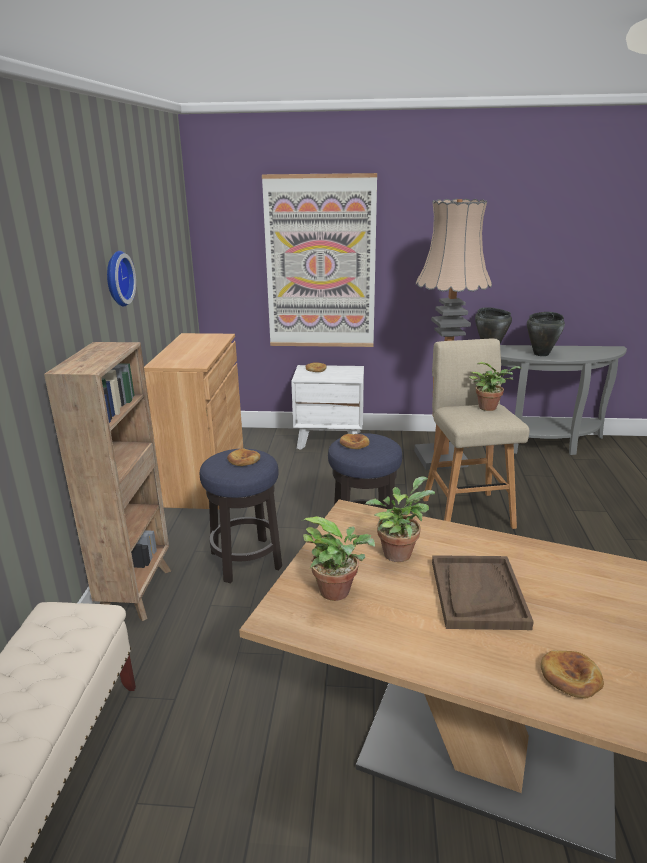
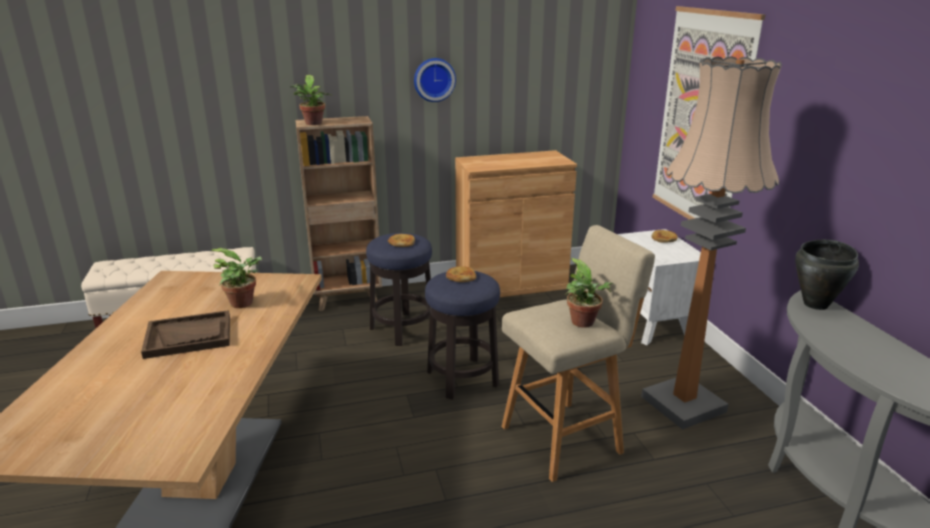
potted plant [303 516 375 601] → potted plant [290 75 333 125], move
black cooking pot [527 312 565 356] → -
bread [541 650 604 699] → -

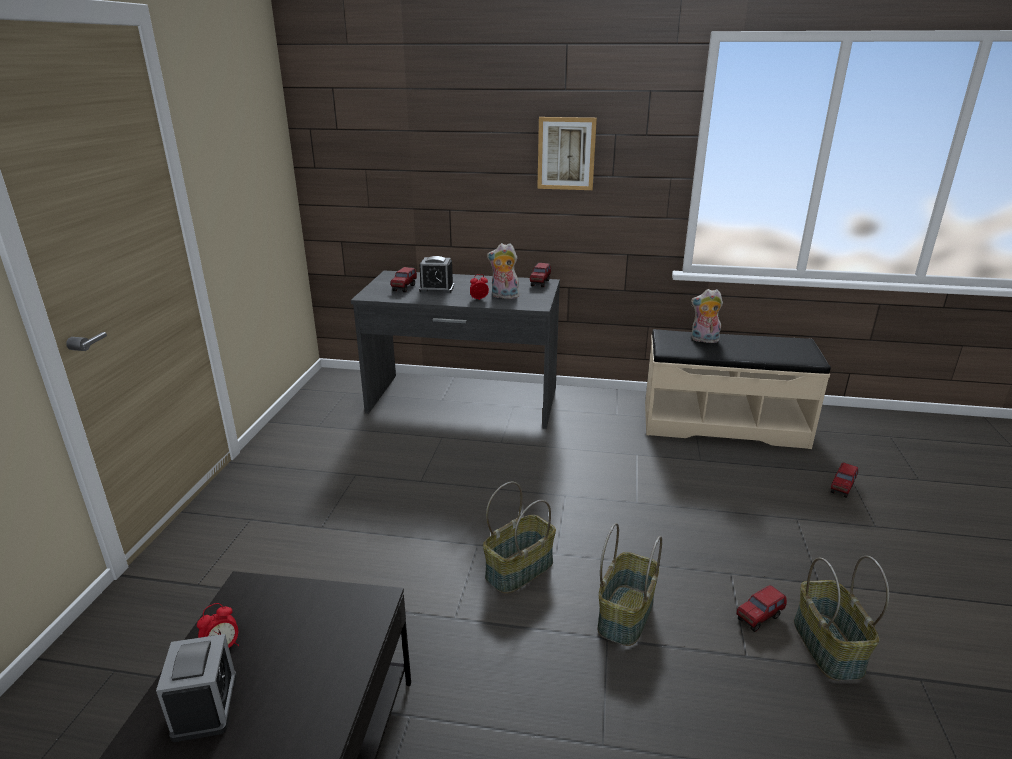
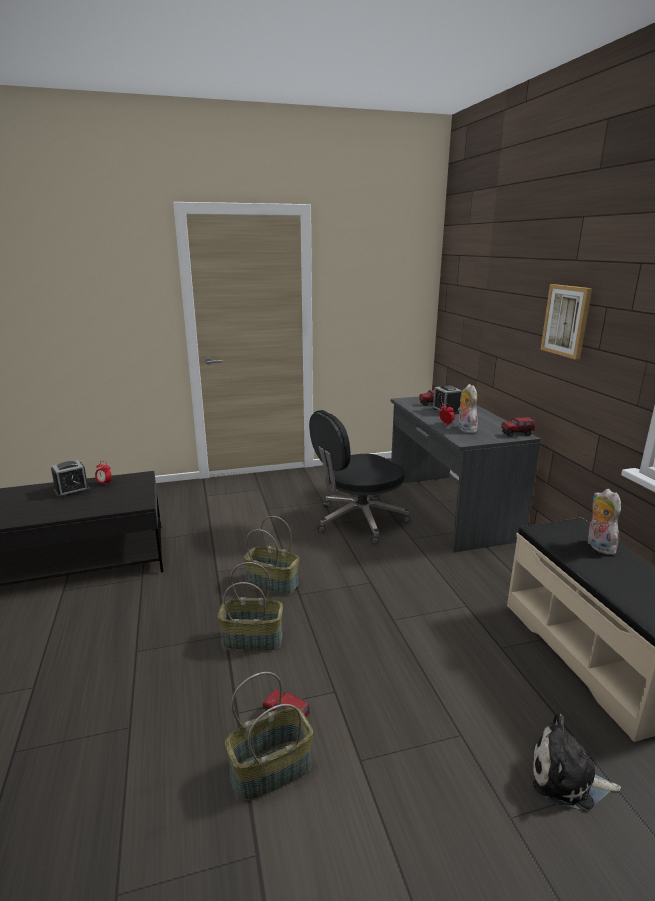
toy truck [831 462 858 498] → plush toy [533 714 621 810]
- → black office chair [309 410 410 544]

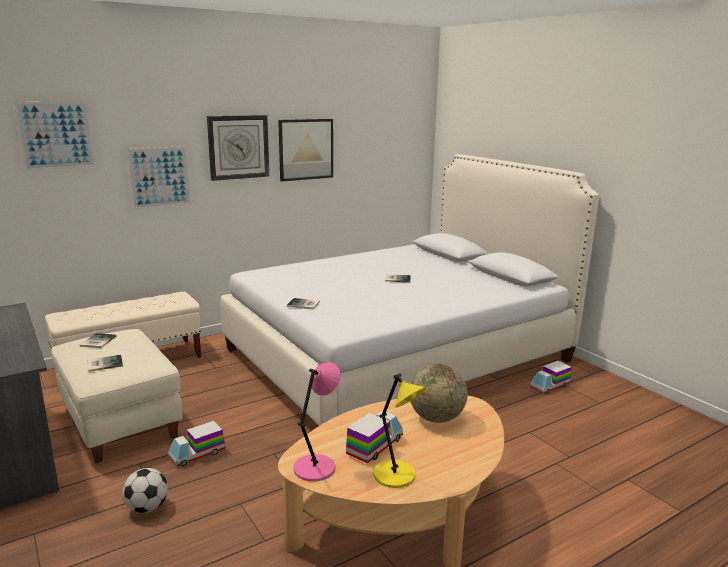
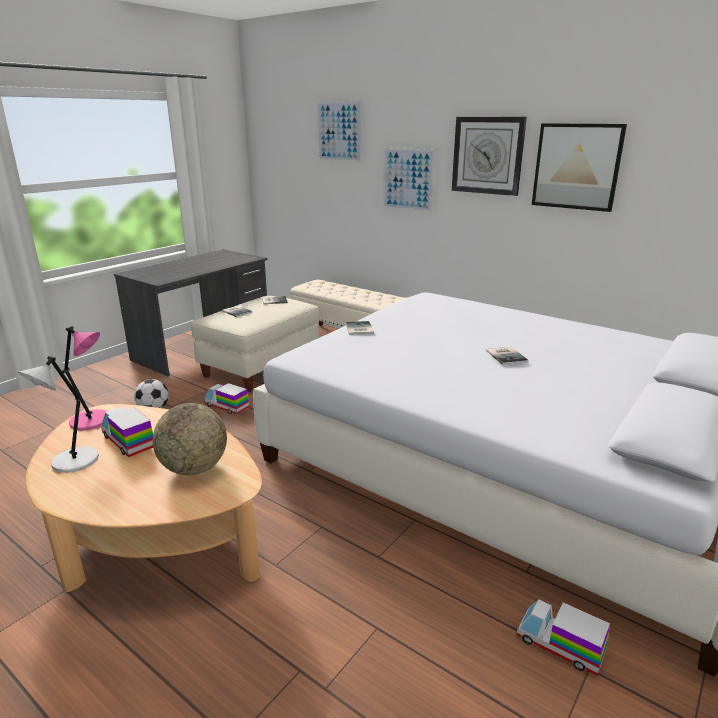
toy truck [346 411 403 463] → toy truck [101 406 153 457], 150 degrees counterclockwise
yellow table lamp [373 373 426 488] → grey table lamp [18 356 99 473]

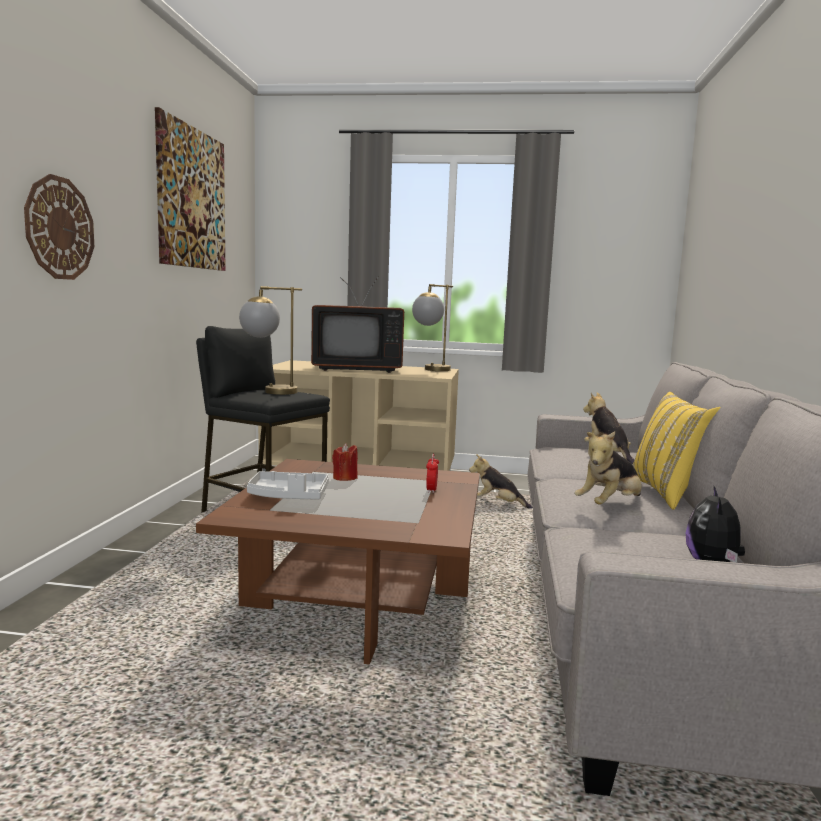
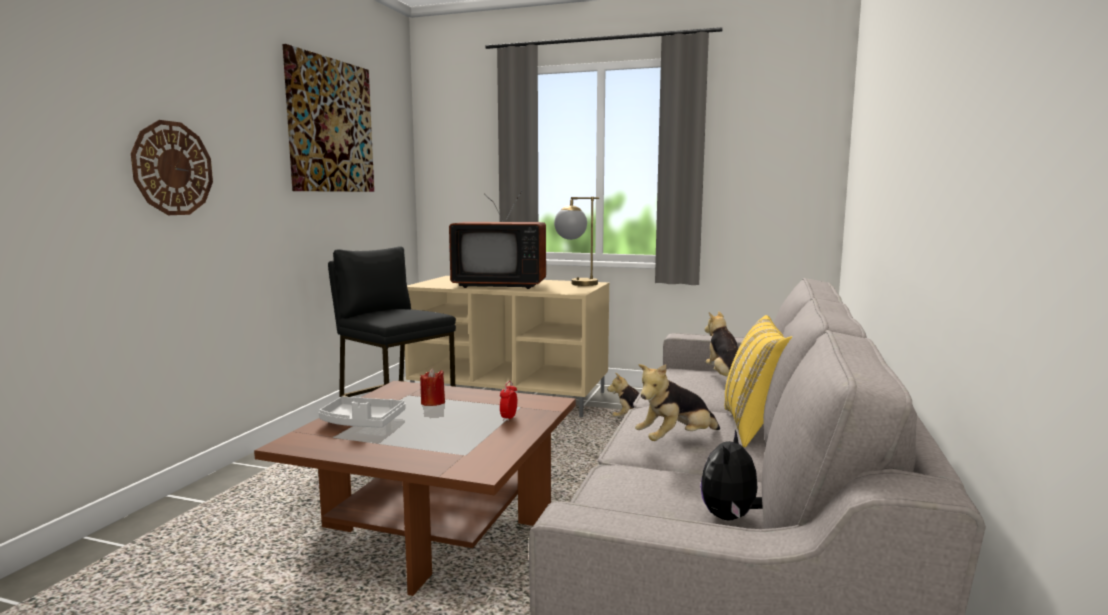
table lamp [239 286 302 395] → -

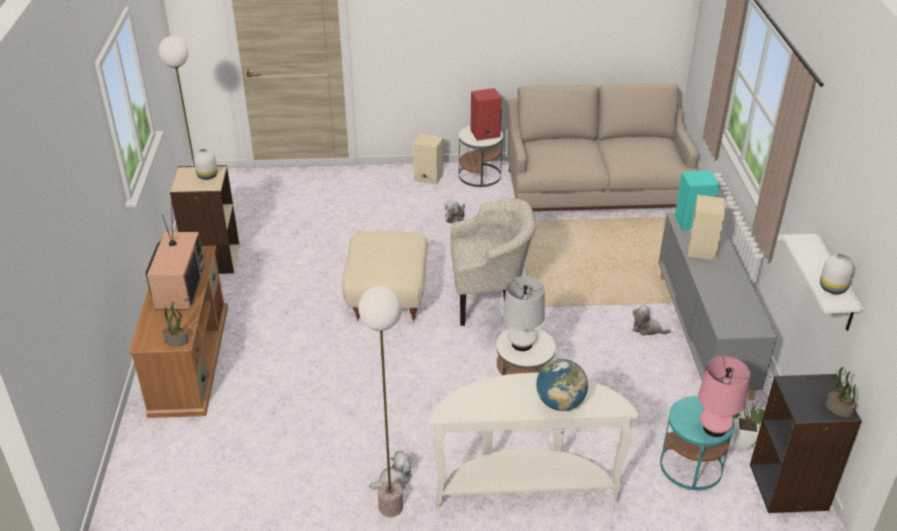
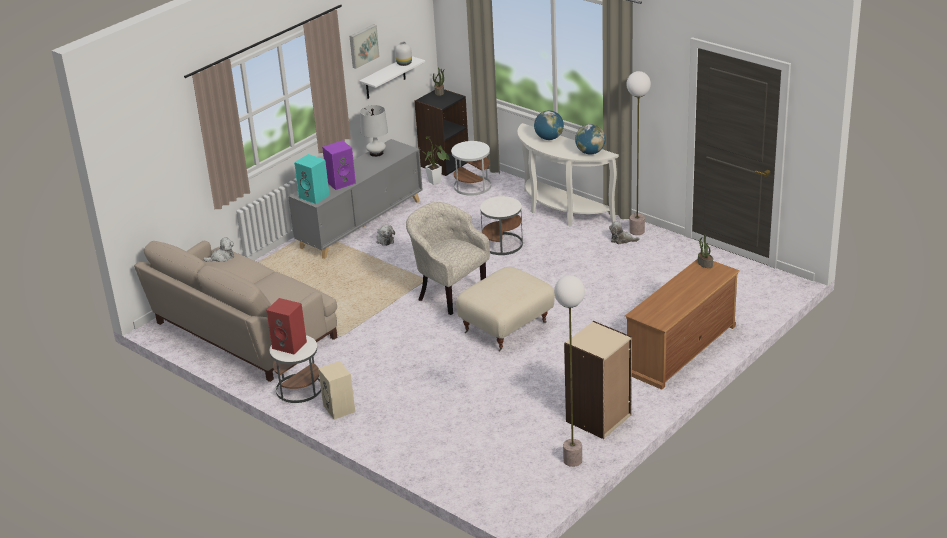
television [145 200 205 310] → -
white vase [194 148 218 180] → -
plush toy [444 201 465 224] → plush toy [203 237 234 262], move
white table lamp [503 276 545 351] → white table lamp [360 105 388 157], move
turquoise side table [660 396 735 490] → white side table [451 141 491 196]
beige speaker [688 195 725 260] → purple speaker [322 140 356 190]
pink table lamp [698 356 750 437] → -
- → picture [350 24 380 69]
- → globe [575 124 606 154]

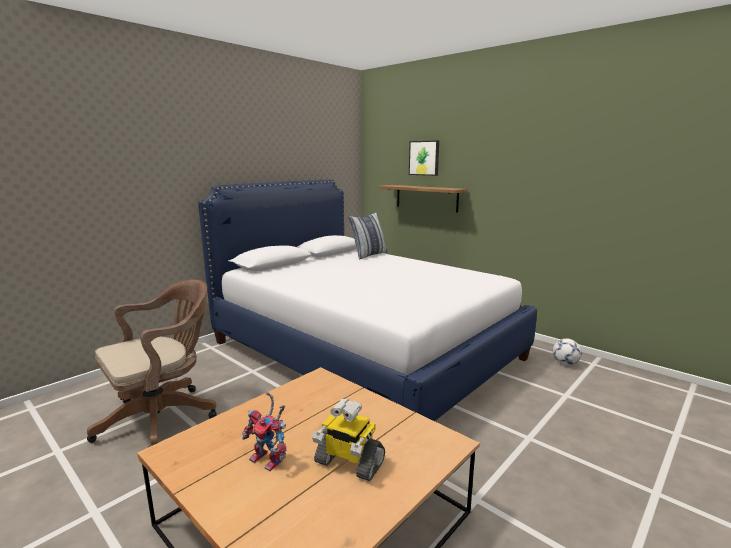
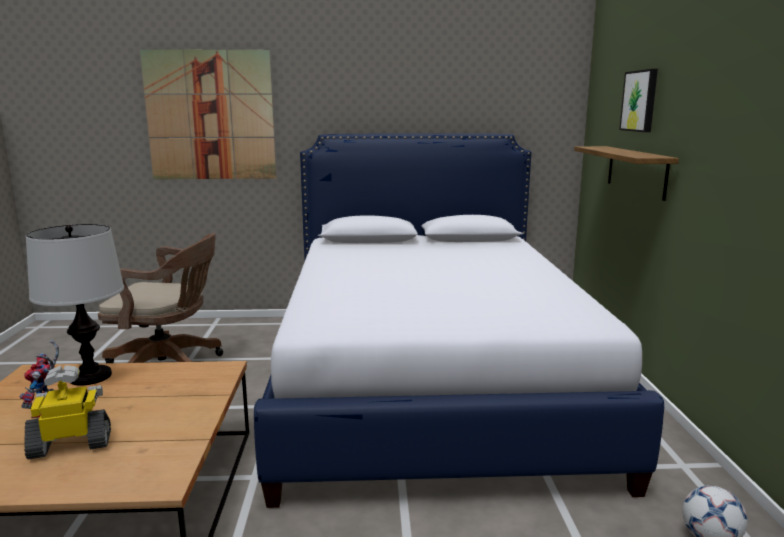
toy robot [312 398 385 481] → toy robot [24 365 111 459], 90 degrees clockwise
pillow [348 212 388 259] → -
- → table lamp [26 224 124 386]
- → picture [140 49 276 179]

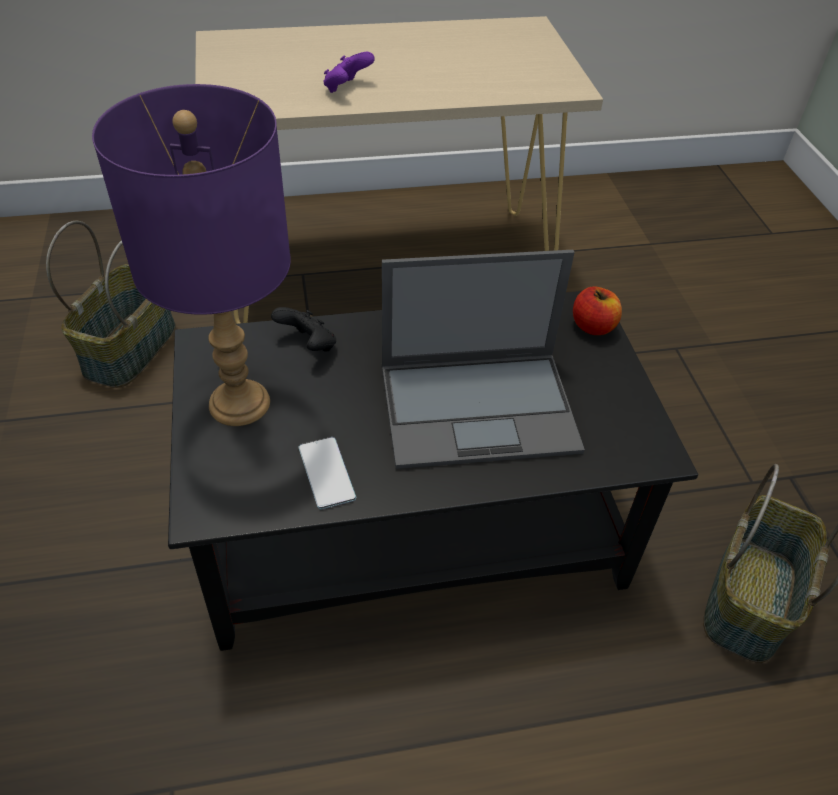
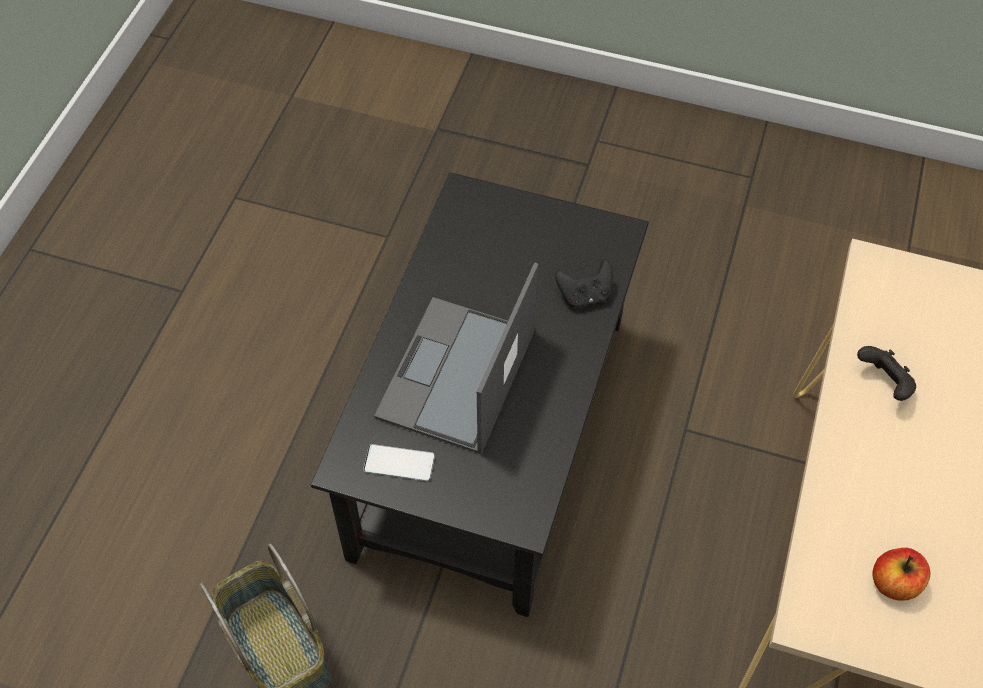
basket [46 221 176 388] → -
purple table lamp [92 84 291 426] → -
phone [299 437 356 510] → phone [363 444 435 481], move
purple game controller [324 52 375 93] → black game controller [857 346 916 401]
apple [573 286 622 335] → apple [872 548 931 601], move

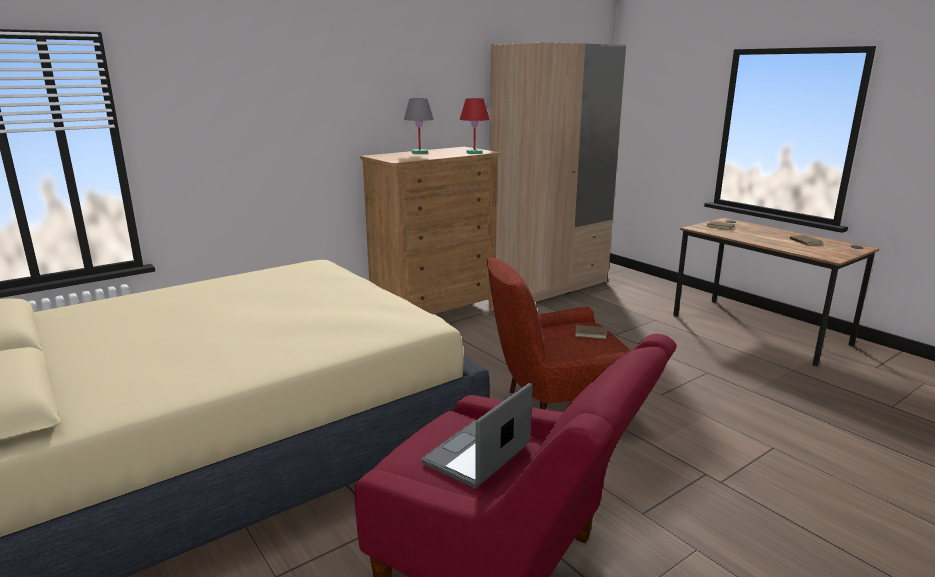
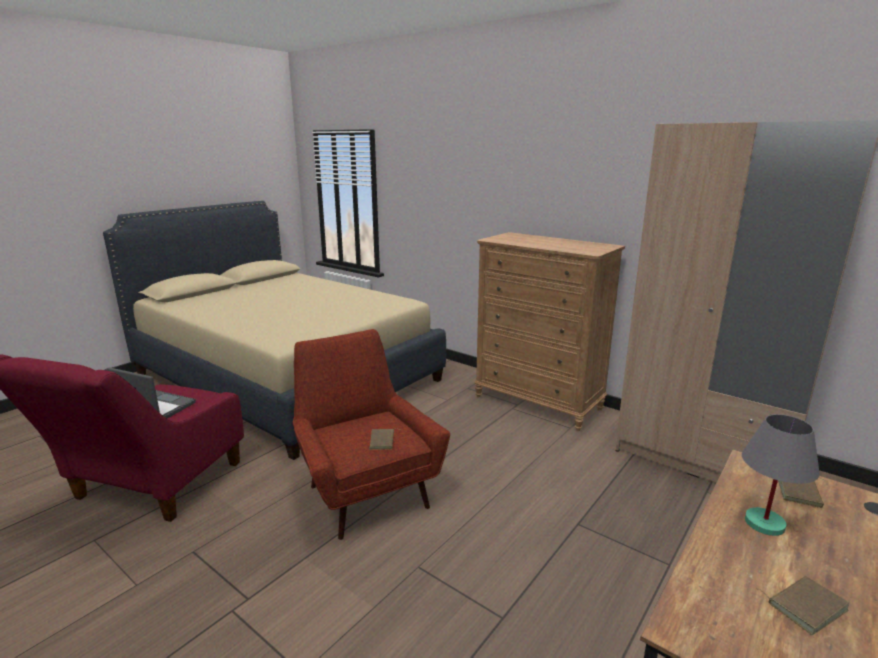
grey table lamp [404 98 434 154] → grey table lamp [742 414 820 536], move
red table lamp [460 98 490 154] → -

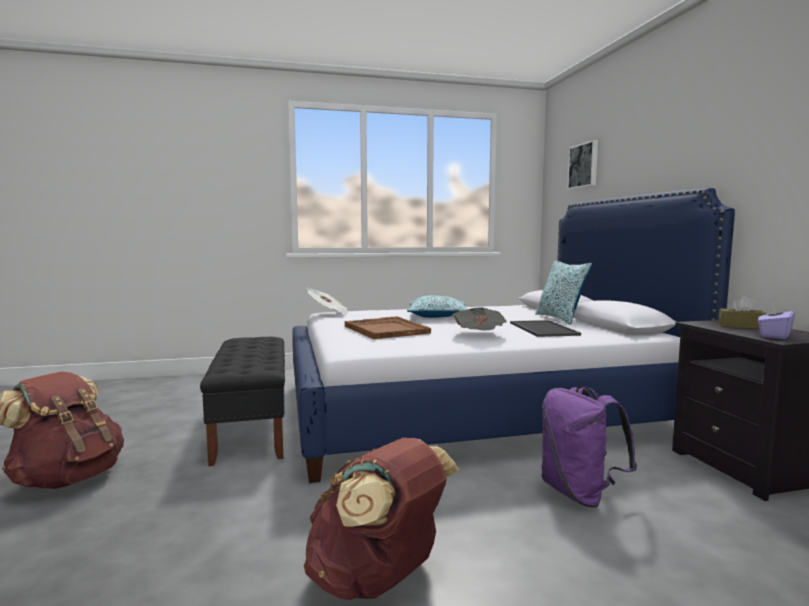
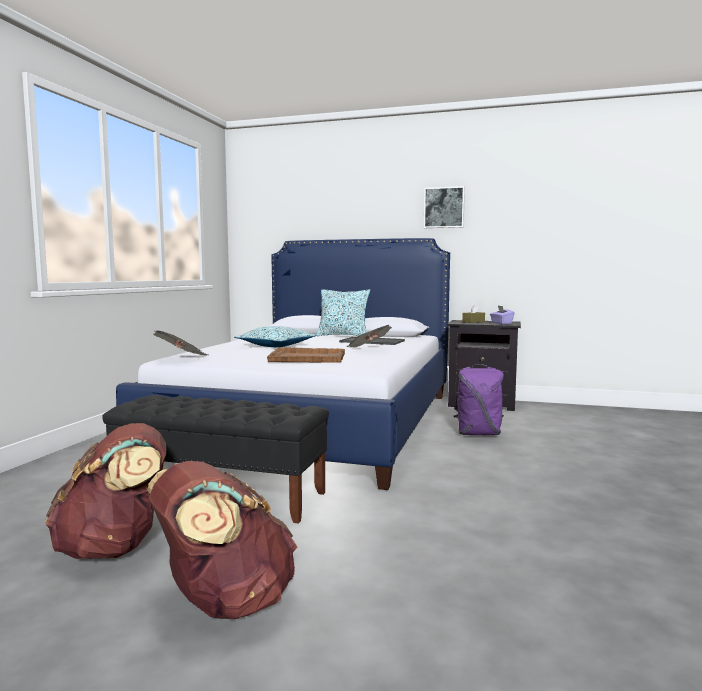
brown backpack [304 438 459 600] → brown backpack [45 423 166 559], move
picture [567 140 598 190] → picture [424 186 465 228], move

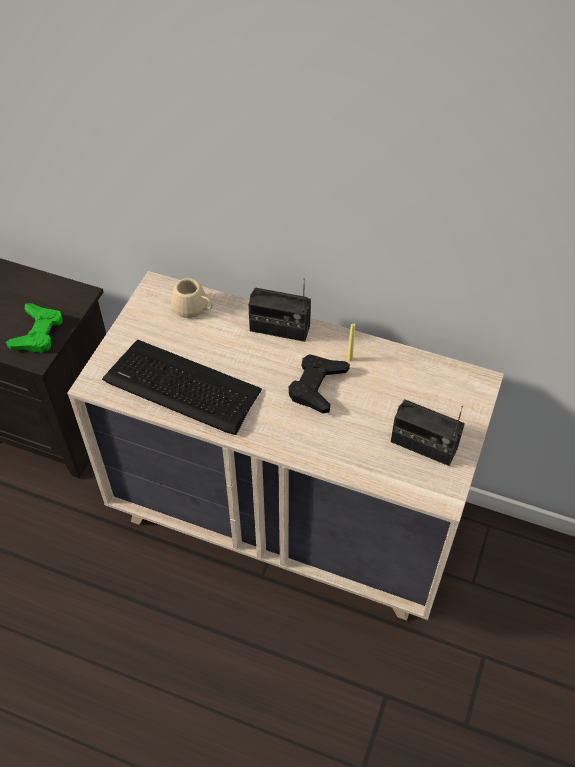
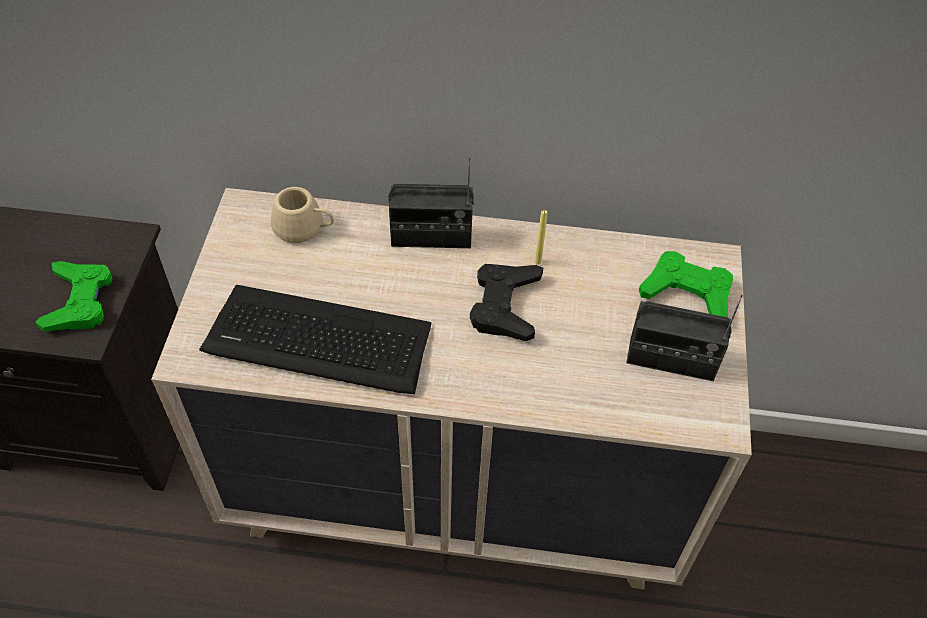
- → green game controller [639 251 733 317]

